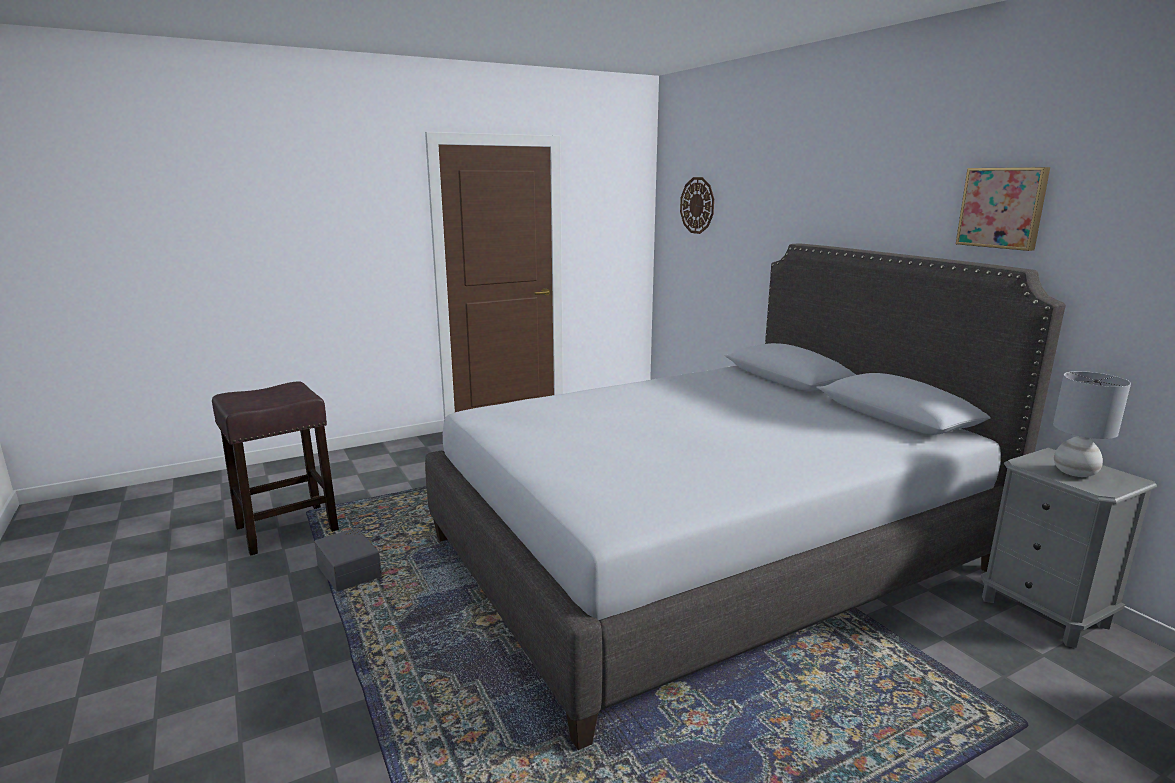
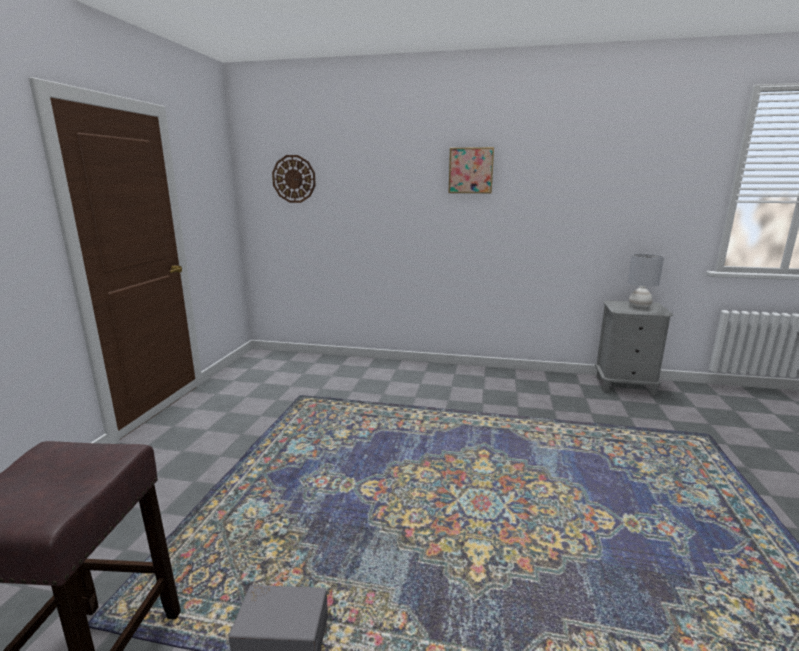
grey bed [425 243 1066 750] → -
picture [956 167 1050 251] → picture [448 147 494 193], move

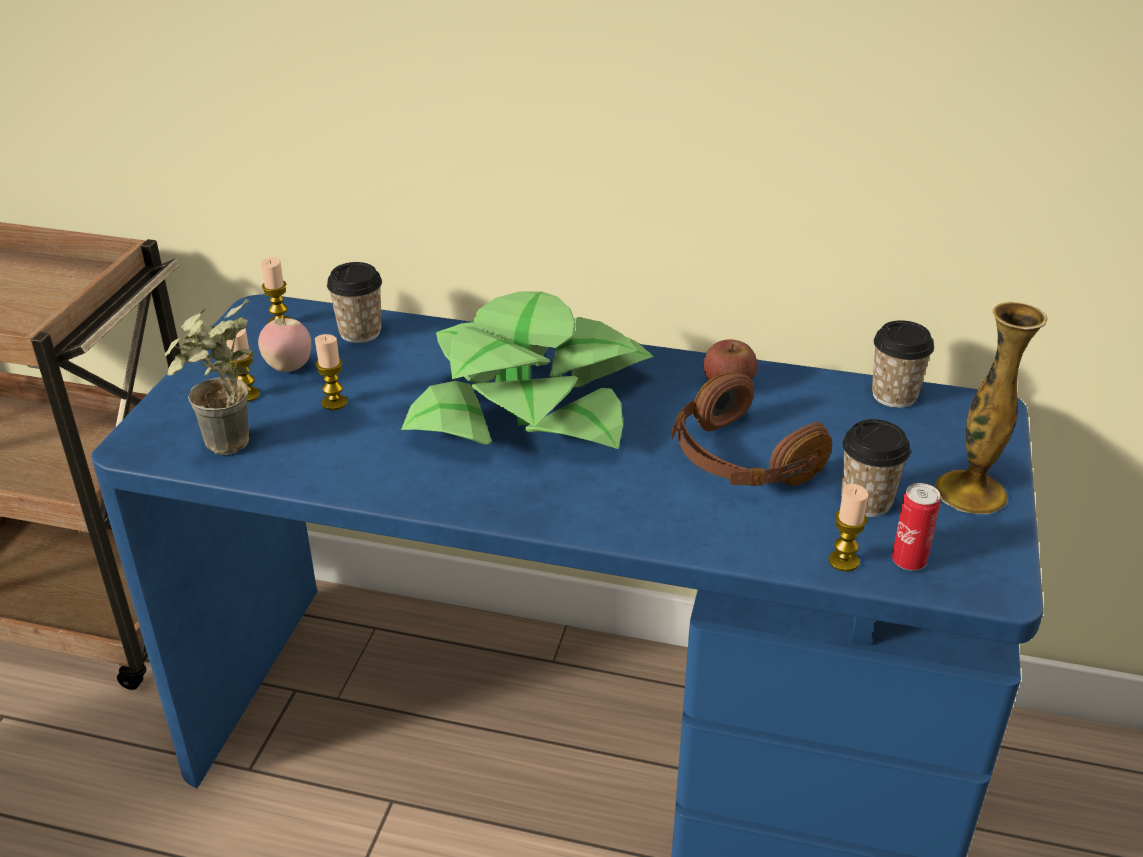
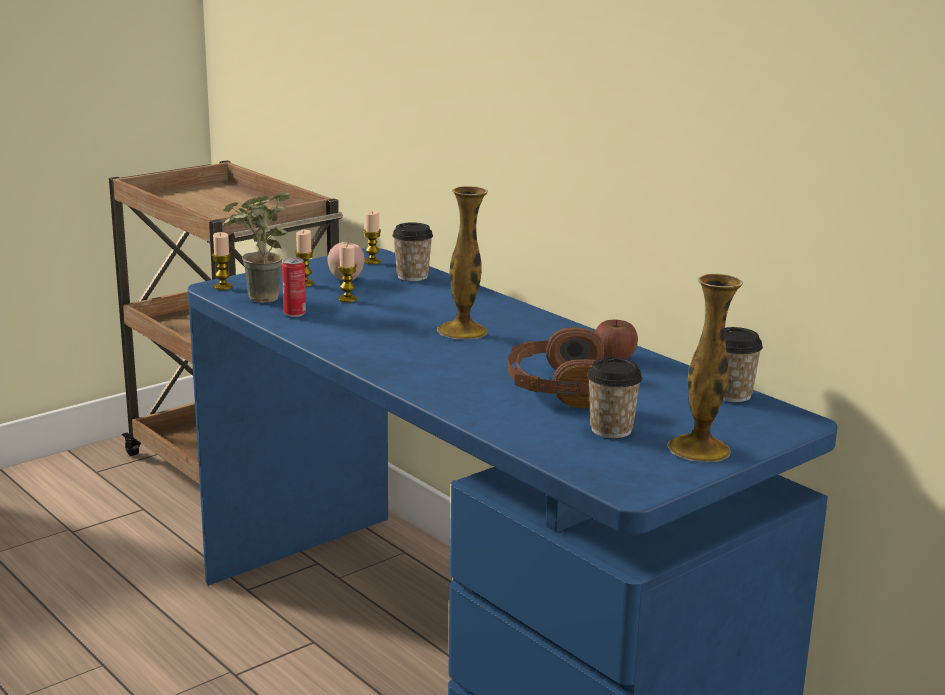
potted plant [401 291 654 449] → vase [437 186 488 339]
candle [828 484 868 572] → candle [212 232 233 290], move
can [892 483 941 571] → can [282 257 306 317], move

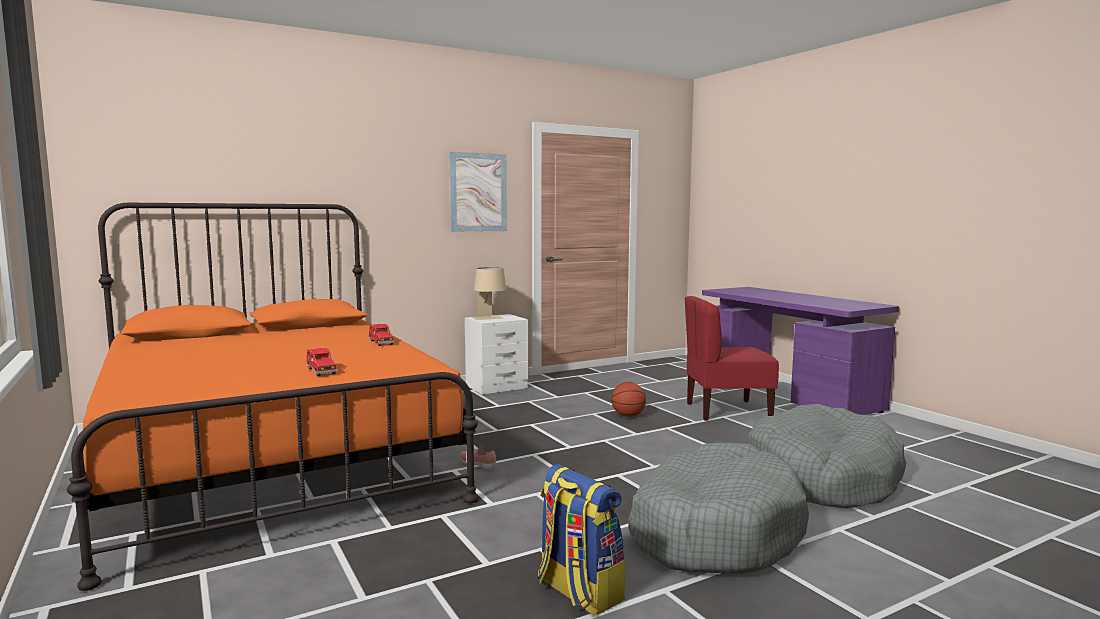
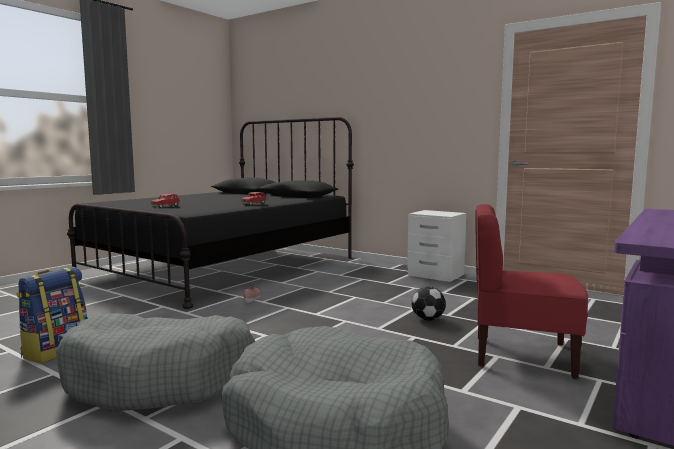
orange bed [67 203 479 591] → black bed [67 117 354 309]
picture [449 152 507 232] → -
beige table lamp [472 267 506 320] → -
basketball [611 382 646 417] → football [411 286 446 321]
red chair [685 296 779 421] → red chair [475 204 588 379], 45 degrees counterclockwise

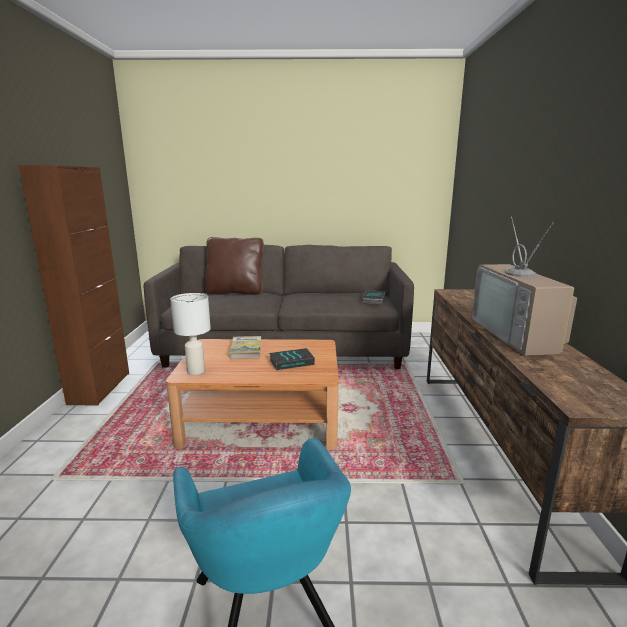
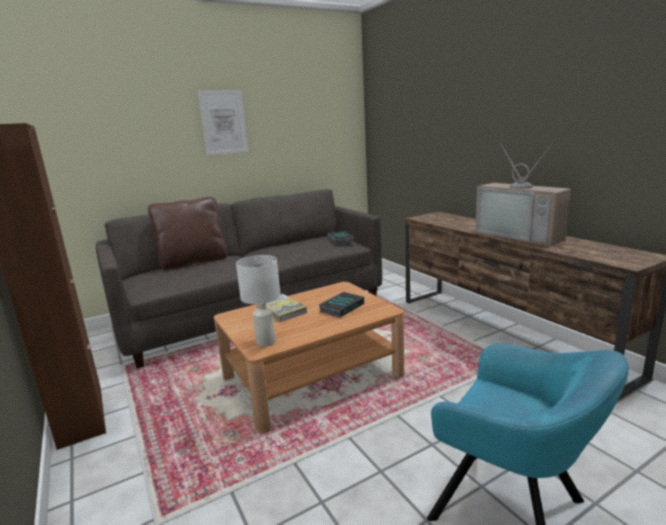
- → picture [198 90 248 155]

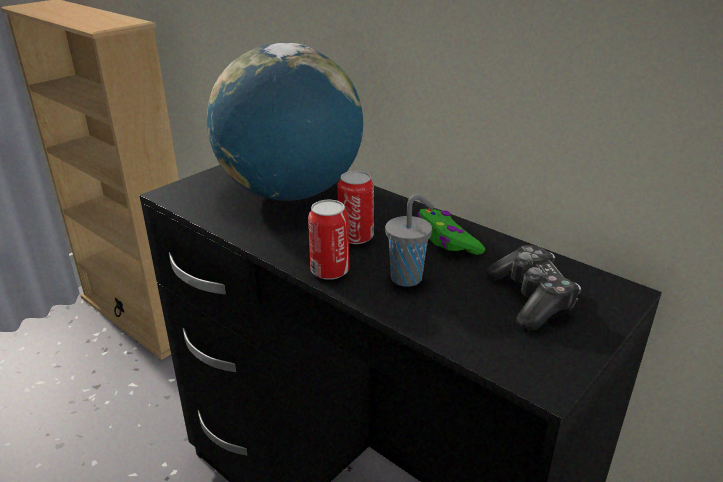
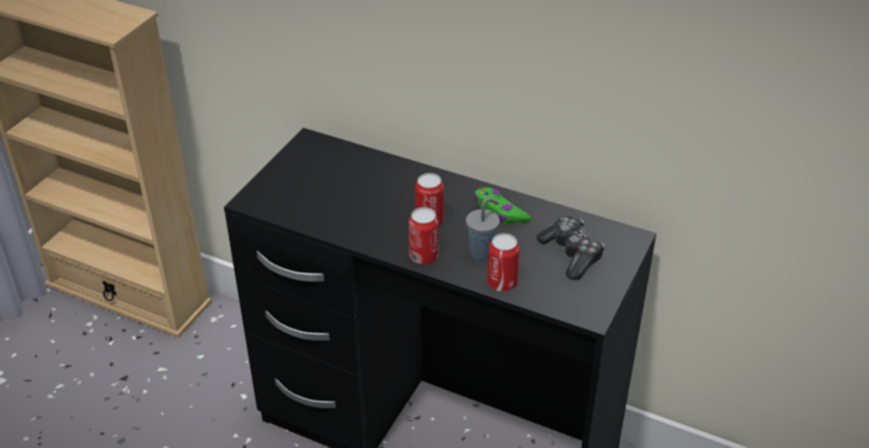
globe [207 43 363 201] → -
- → can [487 233 519 292]

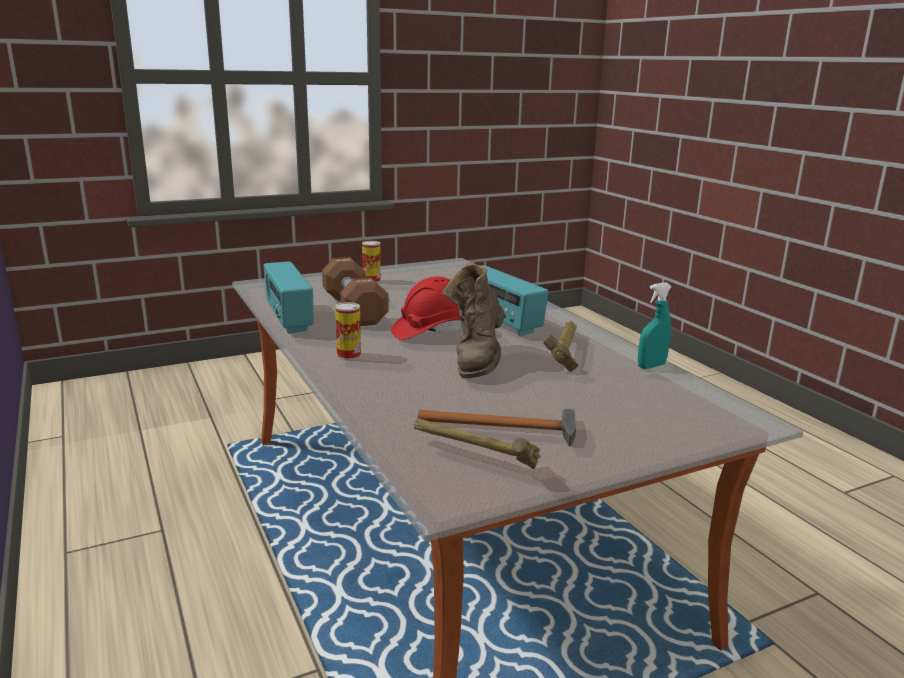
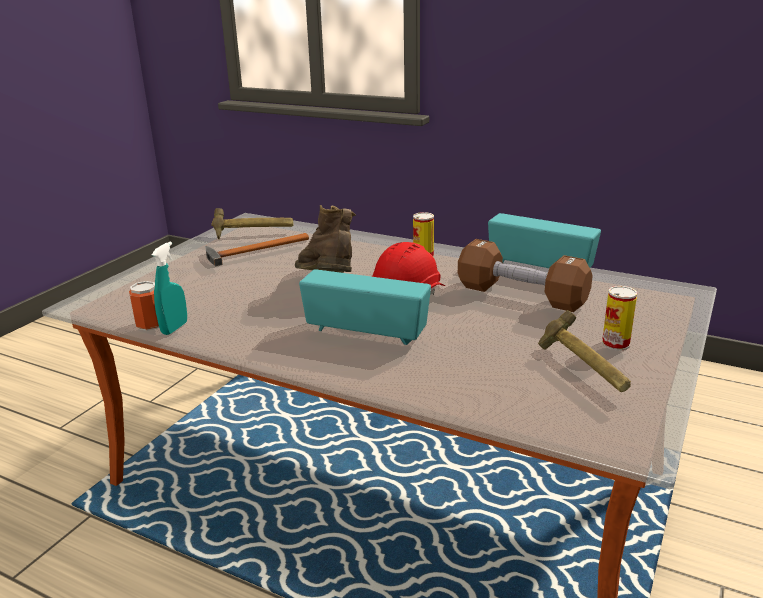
hammer [543 321 578 372] → hammer [538 310 631 392], move
- → can [129 281 159 331]

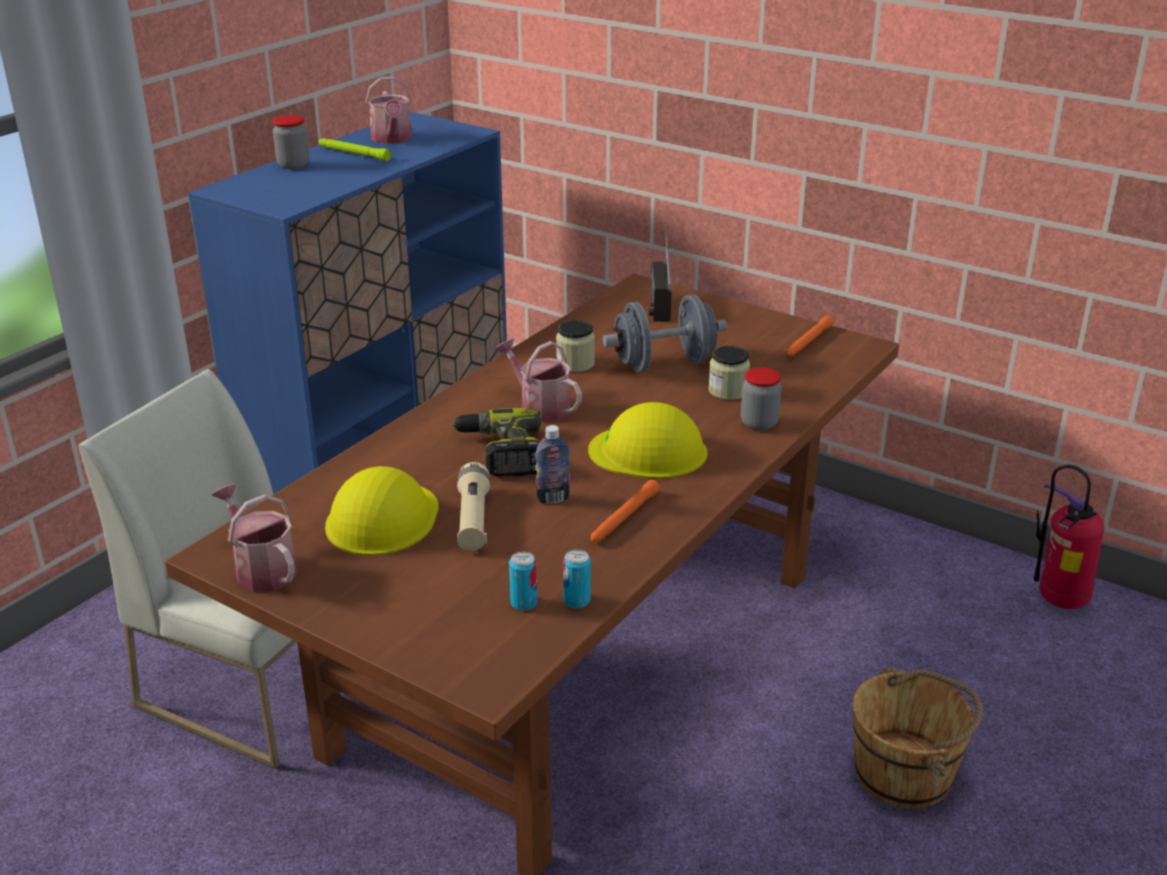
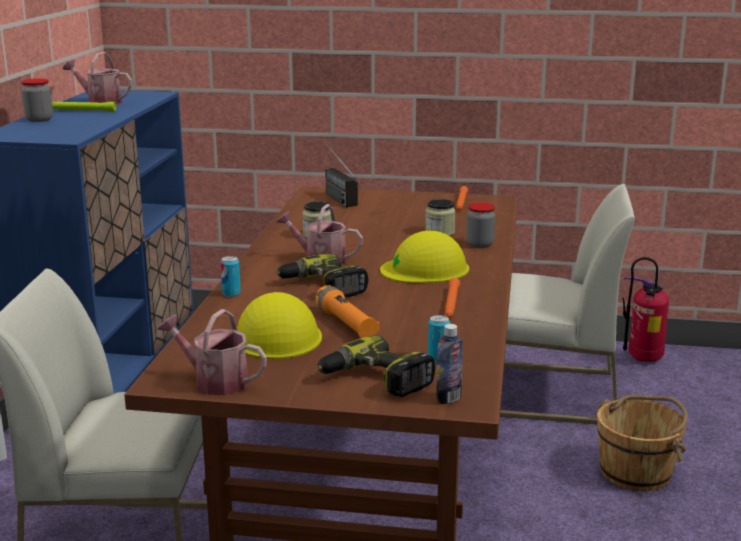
watering can [365 77 412 144] → watering can [63 52 132 104], 150 degrees clockwise
beige flashlight [457 462 490 551] → orange flashlight [315 285 379 338]
bottle [535 425 570 504] → bottle [436 324 463 404], move
can [563 549 591 608] → can [221 256 241 297], move
grey dumbbell [603 295 727 372] → -
- → power drill [317 335 435 397]
- → white chair [500 184 635 424]

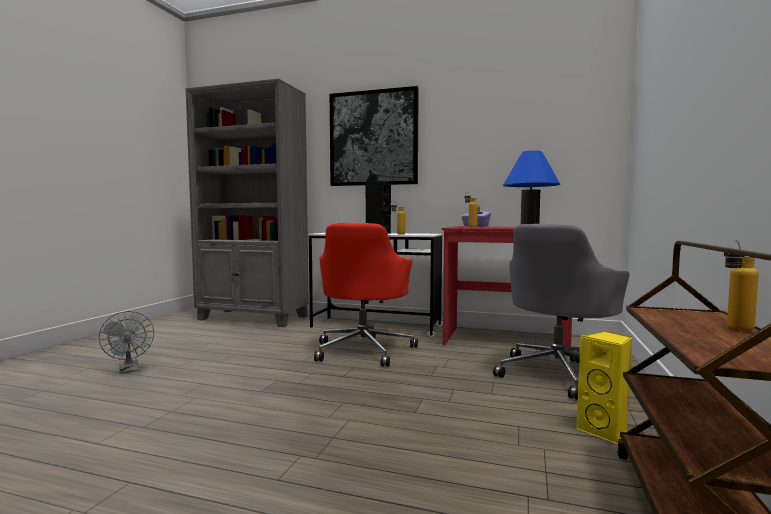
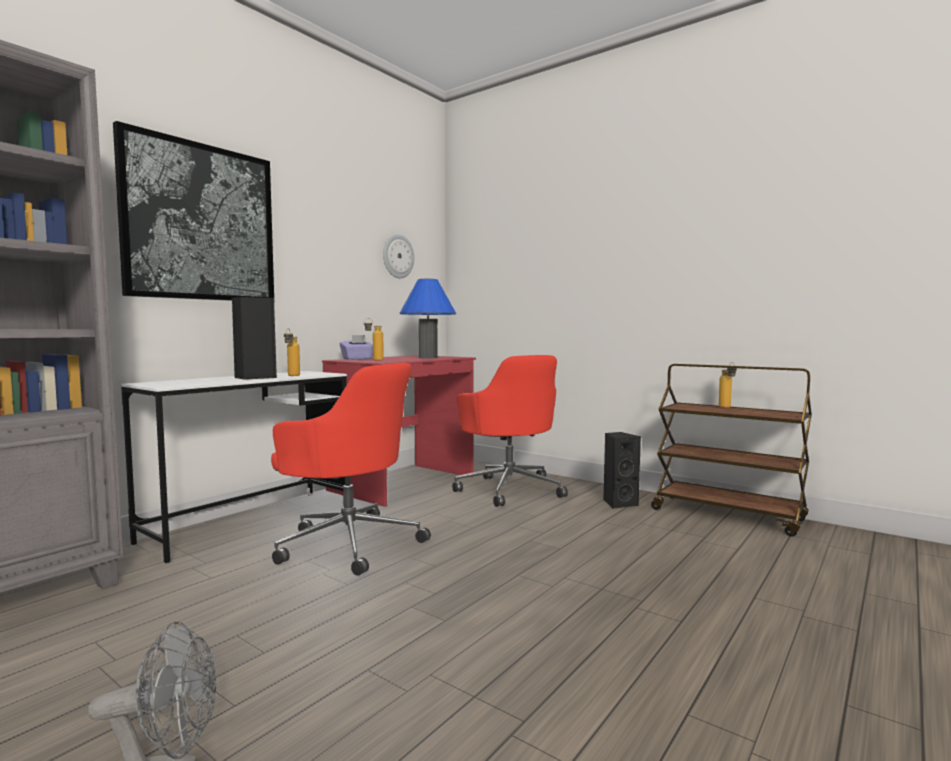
grey office chair [493 224 630 400] → red office chair [452 355 568 507]
yellow speaker [576 331 632 445] → black speaker [603 432 641 509]
- → wall clock [383 234 414 278]

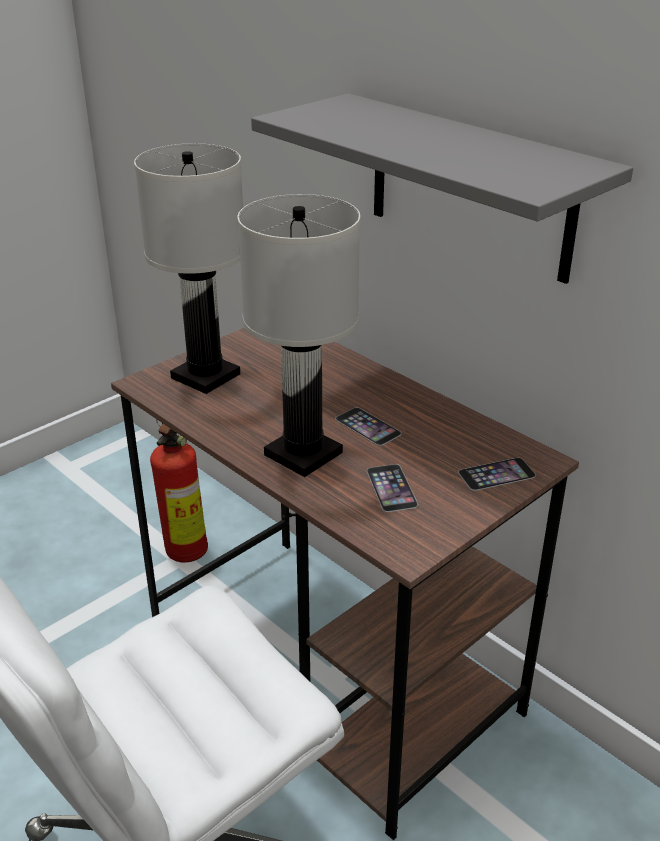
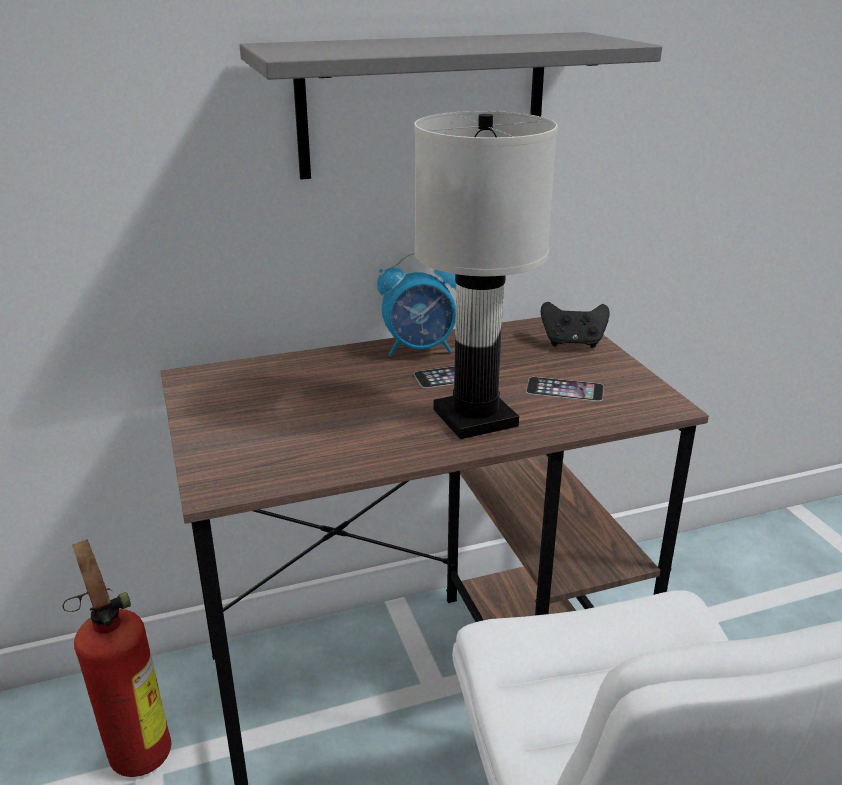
white table lamp [134 143 243 394] → -
phone [458 458 536 491] → black game controller [541 302 610 348]
- → alarm clock [377 252 456 357]

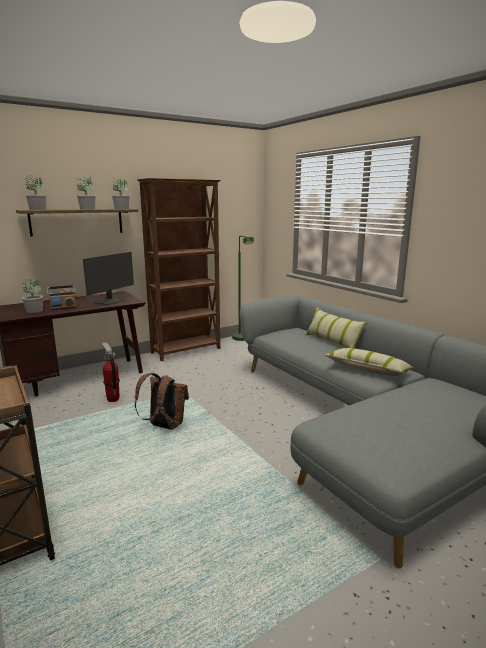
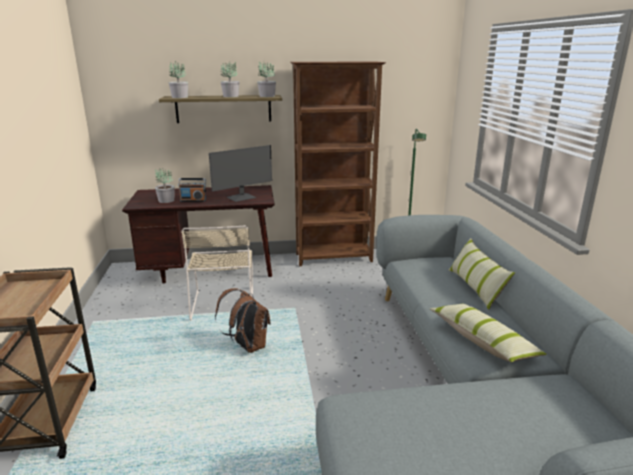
fire extinguisher [102 342 120 402] → beige chair [181 225 253 320]

